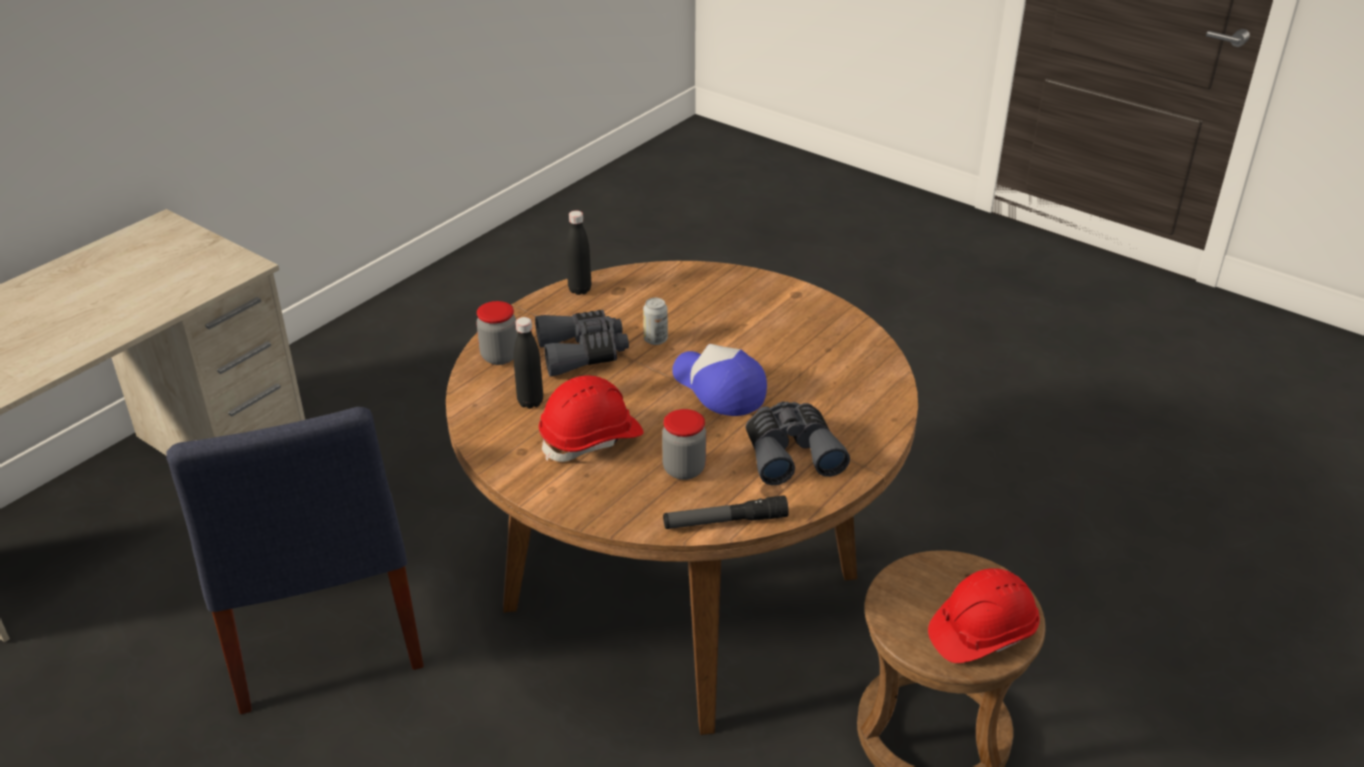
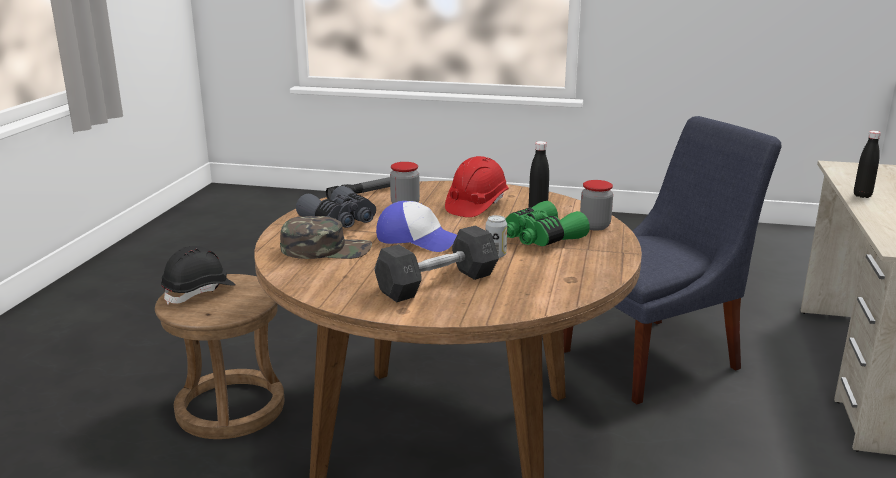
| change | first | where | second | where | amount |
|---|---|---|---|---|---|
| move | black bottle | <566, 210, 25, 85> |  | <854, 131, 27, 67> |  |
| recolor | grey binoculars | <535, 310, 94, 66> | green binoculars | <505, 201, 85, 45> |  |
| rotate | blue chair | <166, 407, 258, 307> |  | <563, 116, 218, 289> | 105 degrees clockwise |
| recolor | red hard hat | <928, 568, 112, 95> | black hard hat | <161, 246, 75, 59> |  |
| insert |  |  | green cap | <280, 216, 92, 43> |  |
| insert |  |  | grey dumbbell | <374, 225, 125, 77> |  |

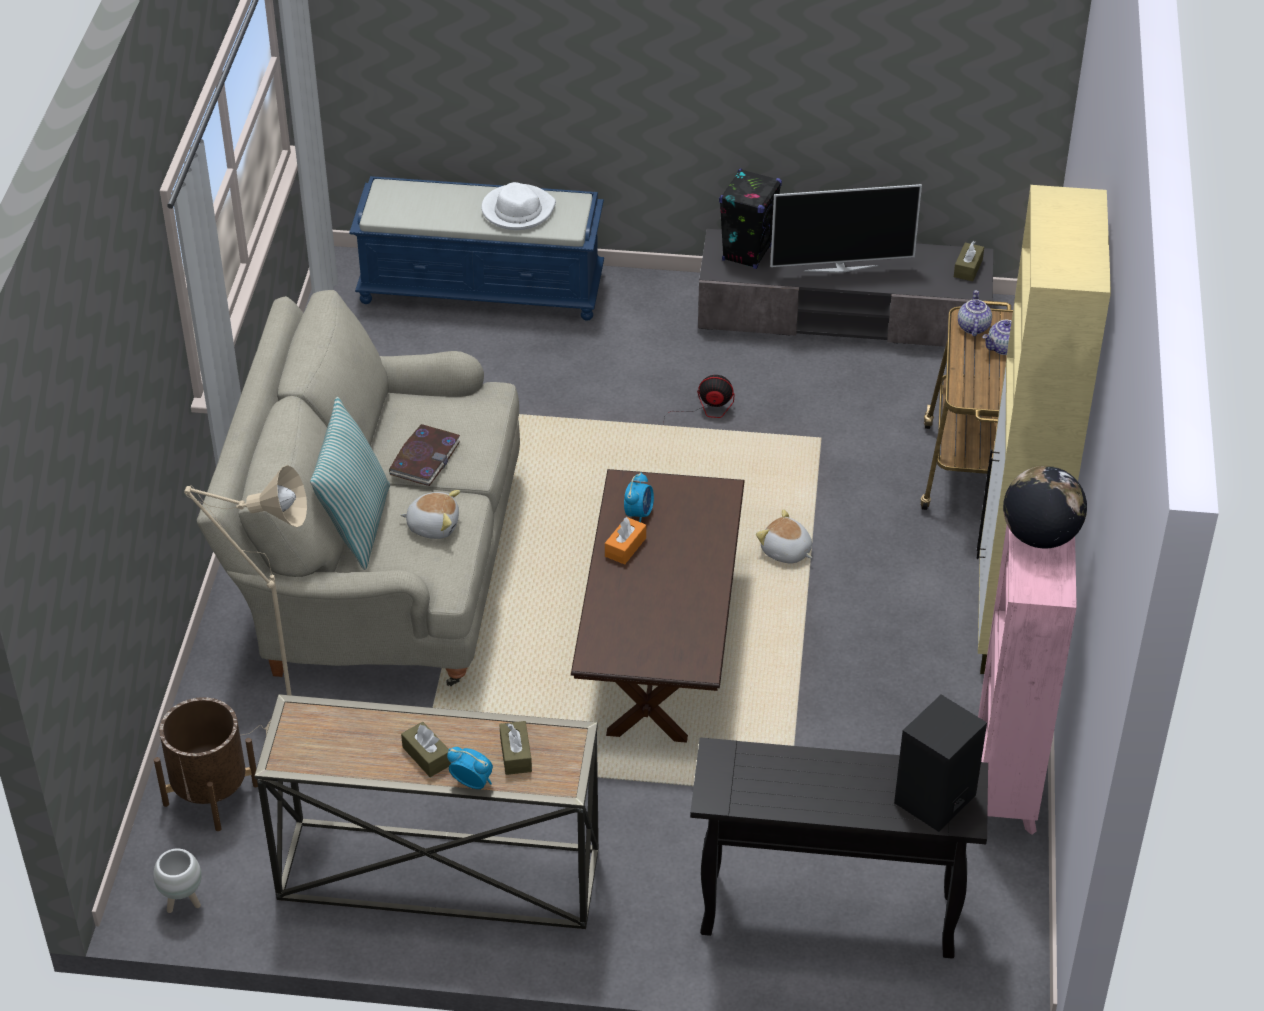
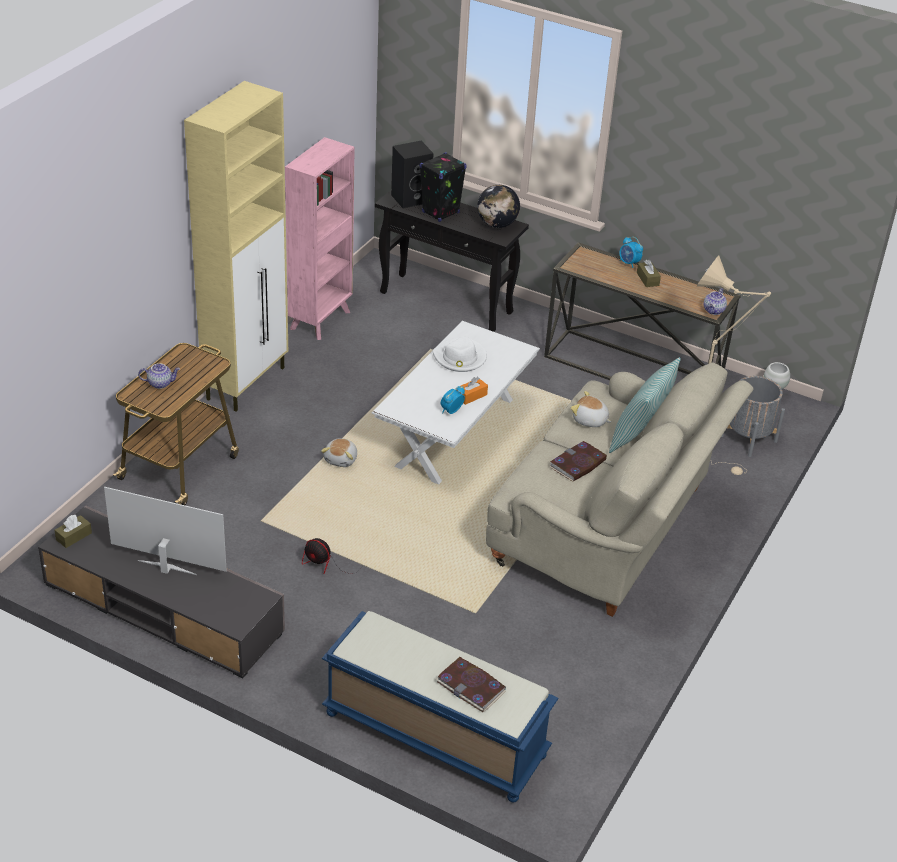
| change | first | where | second | where | amount |
|---|---|---|---|---|---|
| move | black speaker | <719, 168, 63, 101> |  | <419, 152, 48, 70> |  |
| move | white hat | <481, 182, 75, 48> |  | <432, 337, 55, 35> |  |
| move | teapot | <958, 290, 34, 46> |  | <704, 288, 23, 27> |  |
| move | globe | <1003, 466, 84, 83> |  | <477, 185, 43, 43> |  |
| recolor | brown coffee table | <571, 469, 174, 274> | white coffee table | <372, 321, 168, 163> |  |
| rotate | plush toy | <756, 509, 56, 55> |  | <321, 438, 36, 29> | 45 degrees clockwise |
| recolor | brown planter | <154, 697, 104, 134> | grey planter | <721, 376, 64, 81> |  |
| delete | brown tissue box | <499, 721, 33, 54> |  |  |  |
| insert |  |  | book | <436, 657, 70, 55> |  |

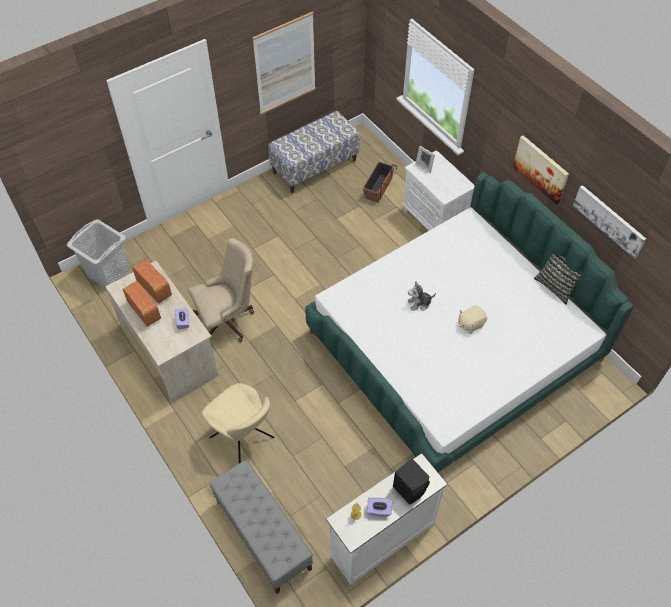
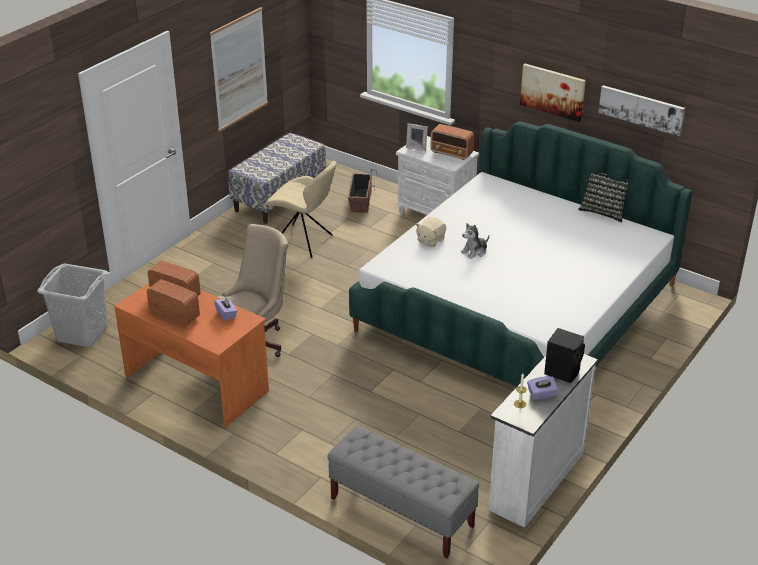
| change | first | where | second | where | amount |
|---|---|---|---|---|---|
| recolor | beige desk | <105, 261, 113, 142> | orange desk | <114, 283, 155, 144> |  |
| move | beige plush toy | <458, 305, 29, 29> |  | <416, 217, 30, 30> |  |
| move | beige chair | <202, 383, 73, 80> |  | <266, 161, 71, 97> |  |
| insert |  |  | radio | <430, 124, 44, 36> |  |

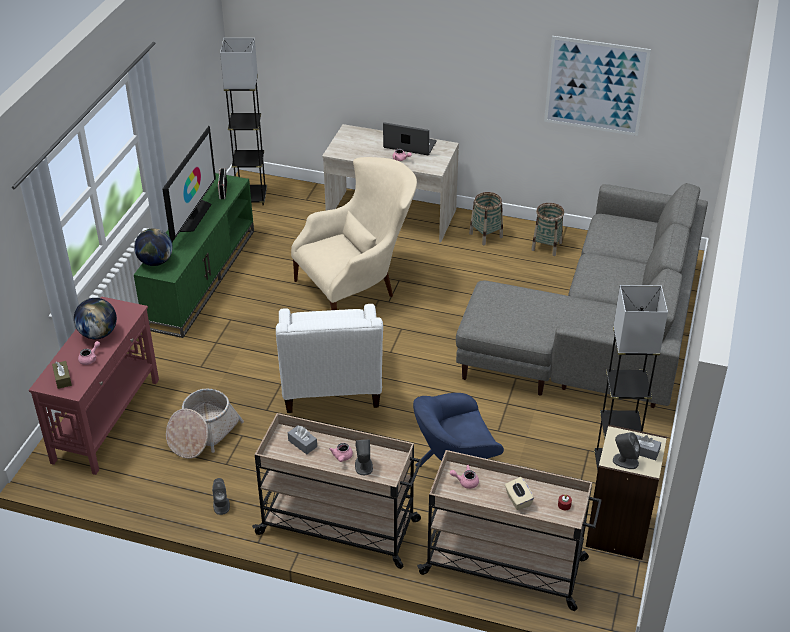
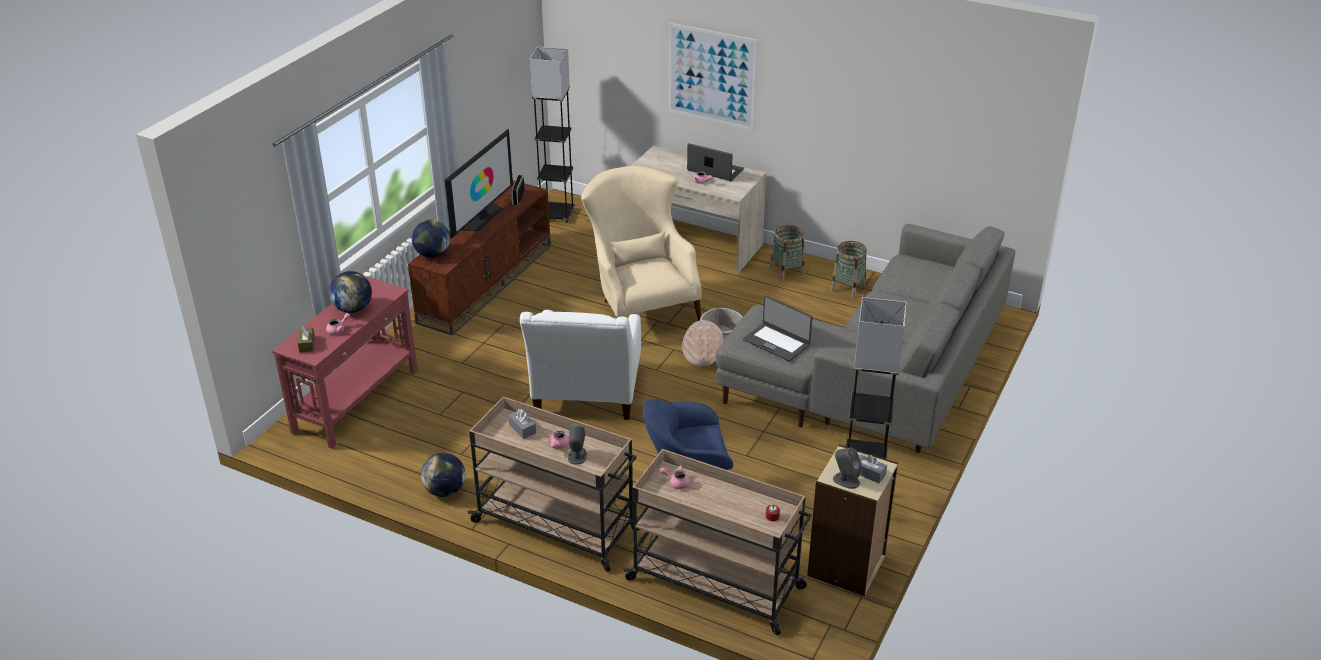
| change | first | where | second | where | amount |
|---|---|---|---|---|---|
| move | picture | <544, 36, 107, 100> |  | <668, 23, 90, 107> |  |
| rotate | beige armchair | <291, 157, 126, 153> |  | <581, 166, 121, 155> | 90 degrees counterclockwise |
| recolor | green tv stand | <134, 173, 120, 165> | brown tv stand | <408, 181, 143, 154> |  |
| move | basket | <166, 389, 78, 70> |  | <682, 308, 61, 59> |  |
| delete | beige tissue box | <505, 477, 29, 33> |  |  |  |
| replace | grey speaker | <212, 478, 18, 37> | globe | <421, 453, 44, 44> |  |
| insert |  |  | laptop | <743, 295, 70, 67> |  |

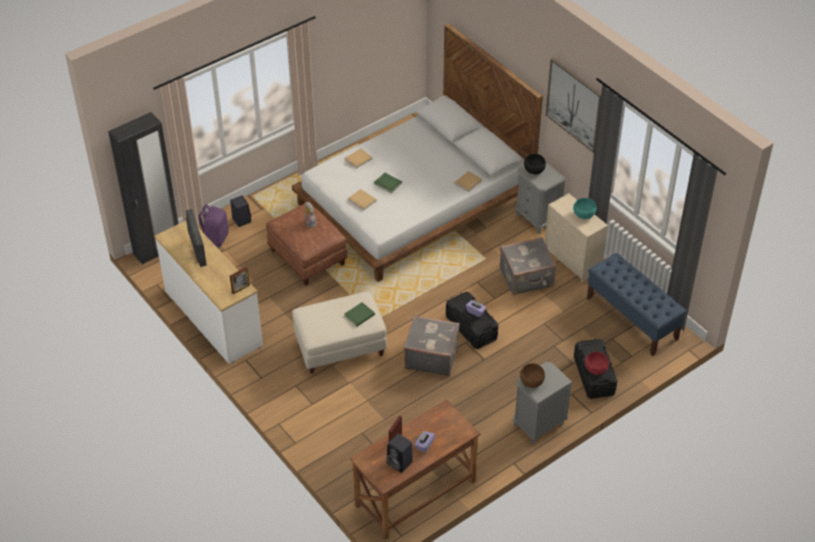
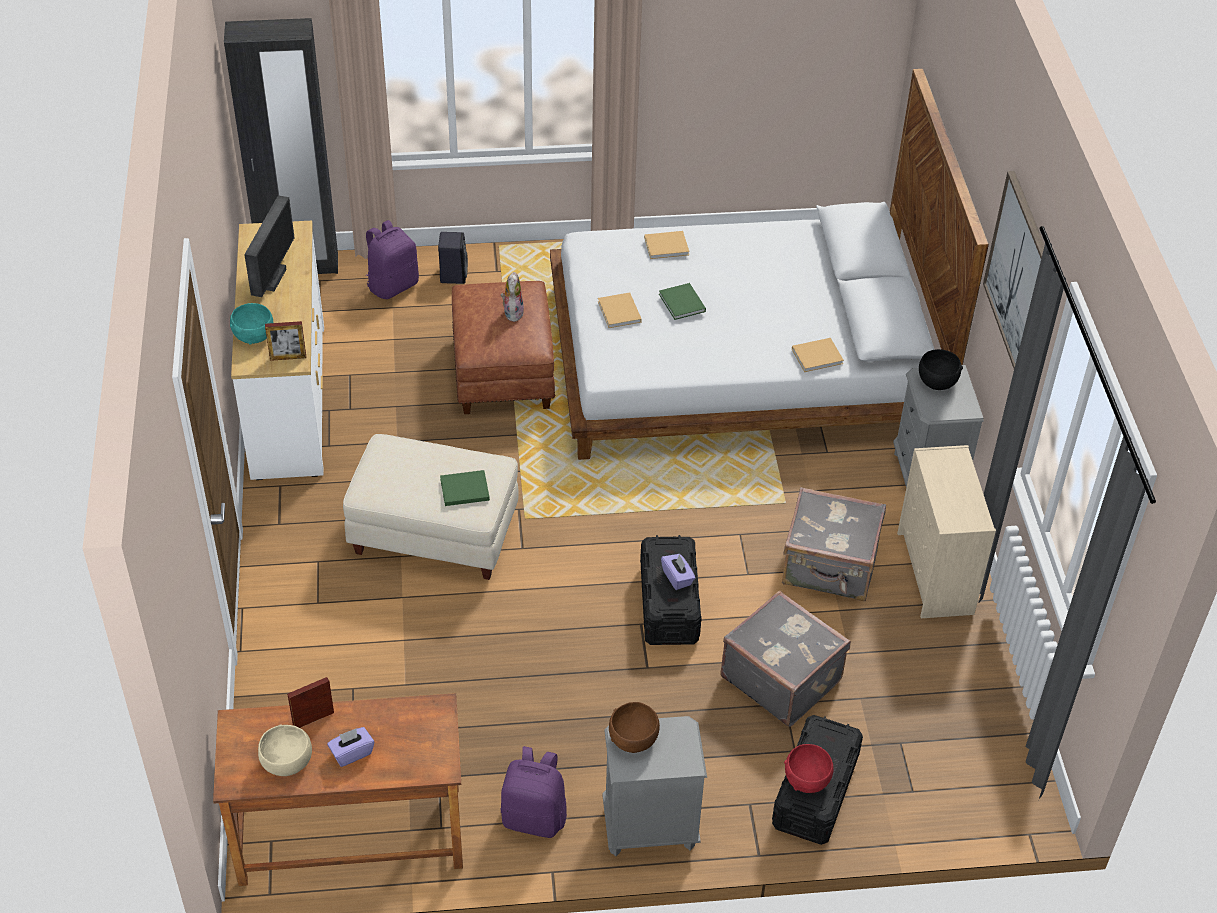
| change | first | where | second | where | amount |
|---|---|---|---|---|---|
| move | turquoise bowl | <573, 198, 24, 21> |  | <230, 303, 43, 41> |  |
| delete | blue bench | <587, 253, 100, 103> |  |  |  |
| move | grey suitcase | <404, 316, 56, 60> |  | <720, 591, 131, 136> |  |
| replace | black speaker | <386, 434, 27, 39> | beige bowl | <258, 725, 54, 51> |  |
| insert |  |  | purple backpack | <501, 746, 66, 92> |  |

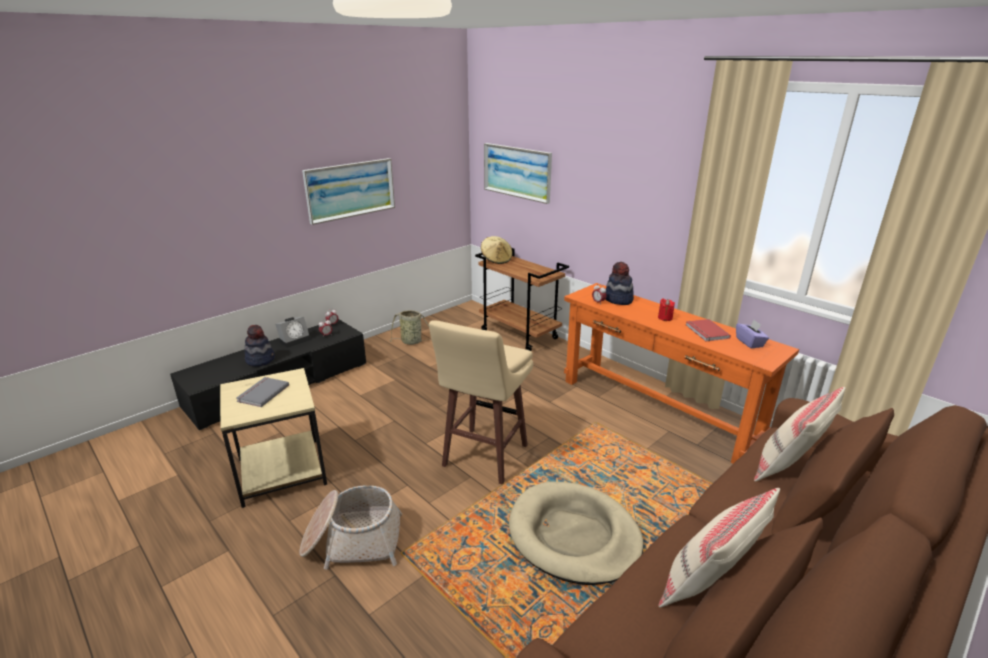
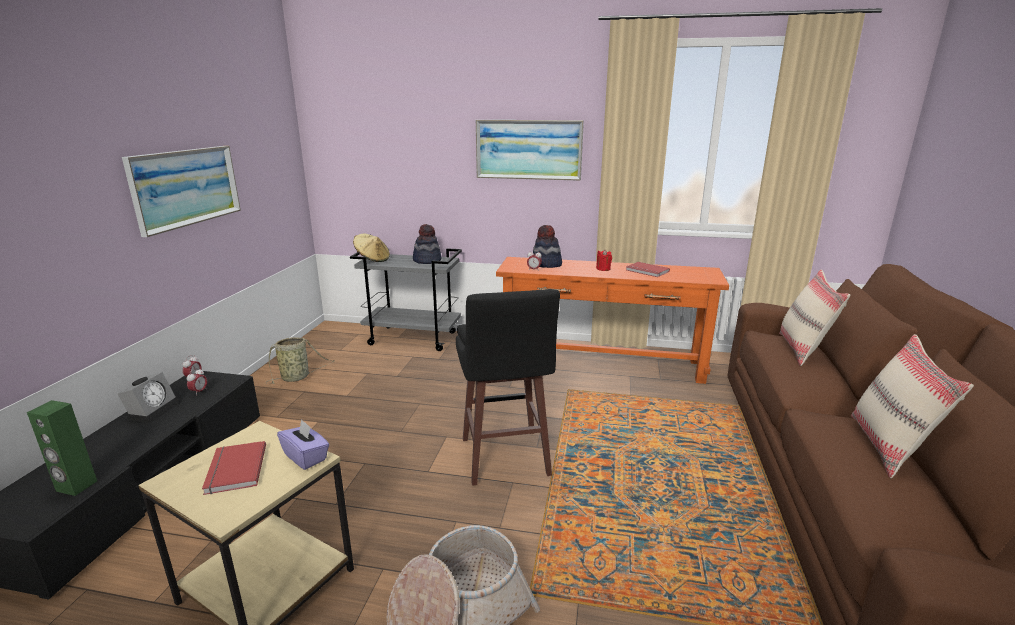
| change | first | where | second | where | amount |
|---|---|---|---|---|---|
| move | picture | <484, 143, 68, 61> |  | <476, 120, 108, 61> |  |
| recolor | brown cart | <475, 248, 94, 103> | grey cart | <350, 248, 112, 103> |  |
| recolor | beige stool | <429, 320, 104, 164> | black stool | <456, 289, 104, 197> |  |
| move | purple tissue box | <736, 320, 33, 28> |  | <277, 419, 52, 51> |  |
| move | hat | <244, 325, 31, 42> |  | <413, 224, 28, 40> |  |
| recolor | grey book | <237, 377, 52, 30> | red book | <202, 441, 64, 54> |  |
| delete | beige dog bed | <509, 482, 135, 103> |  |  |  |
| insert |  |  | green speaker | <27, 400, 70, 96> |  |

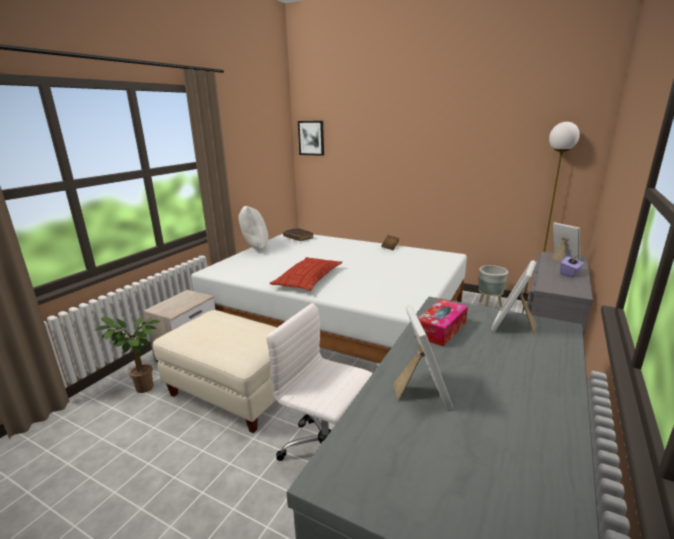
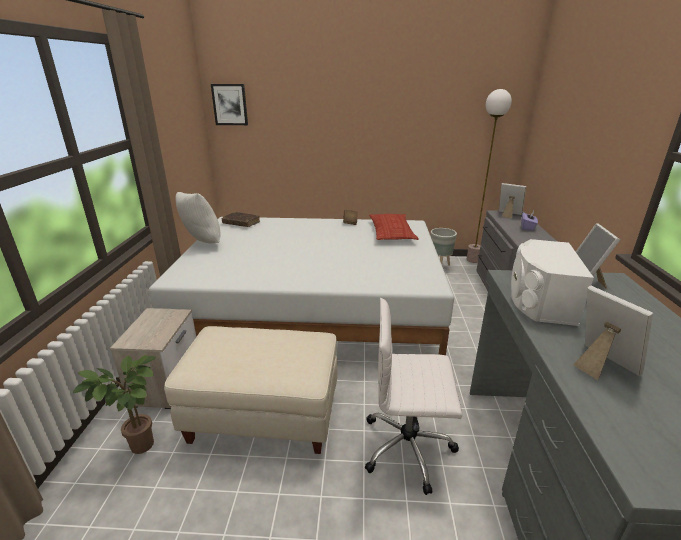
| change | first | where | second | where | amount |
|---|---|---|---|---|---|
| move | pillow | <270, 257, 72, 34> |  | <369, 214, 50, 26> |  |
| replace | tissue box | <415, 299, 53, 48> | white speaker | <511, 239, 83, 87> |  |

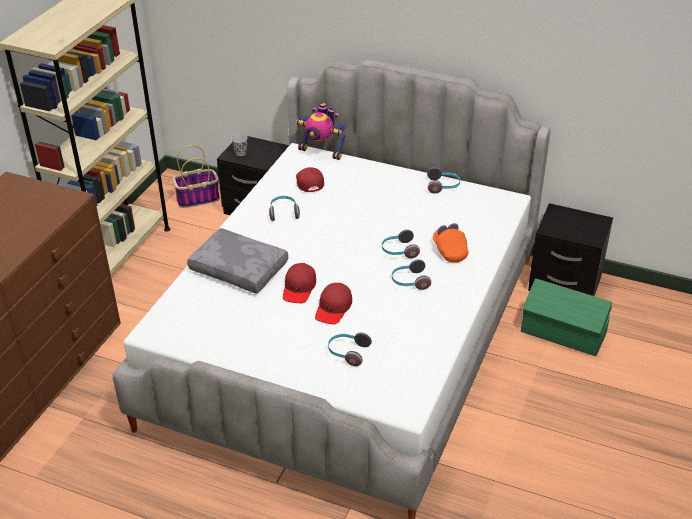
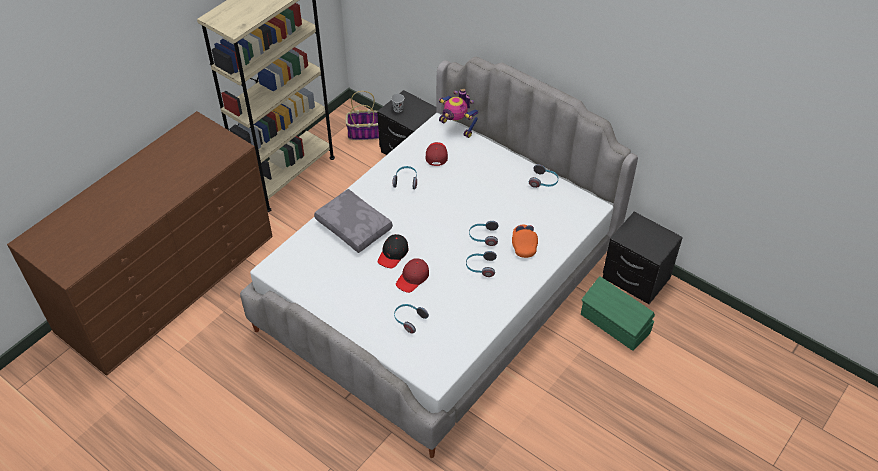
| change | first | where | second | where | amount |
|---|---|---|---|---|---|
| recolor | red cap | <283, 263, 33, 40> | black cap | <378, 234, 30, 35> |  |

